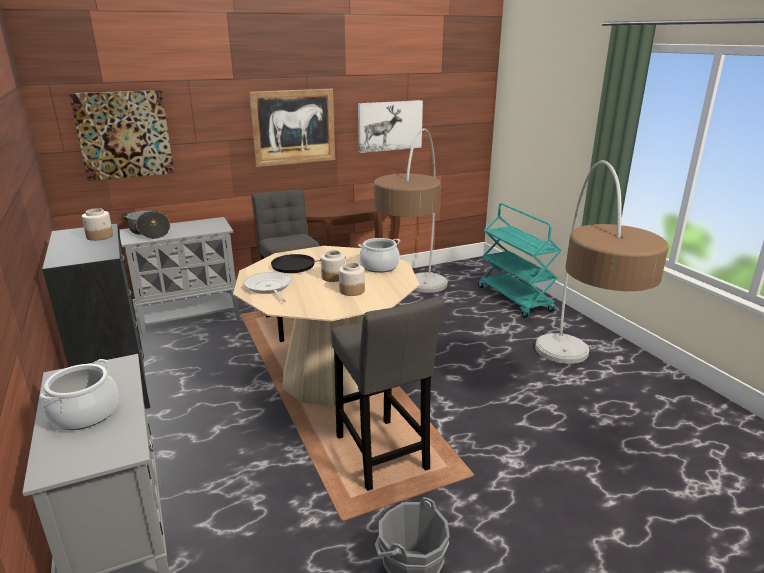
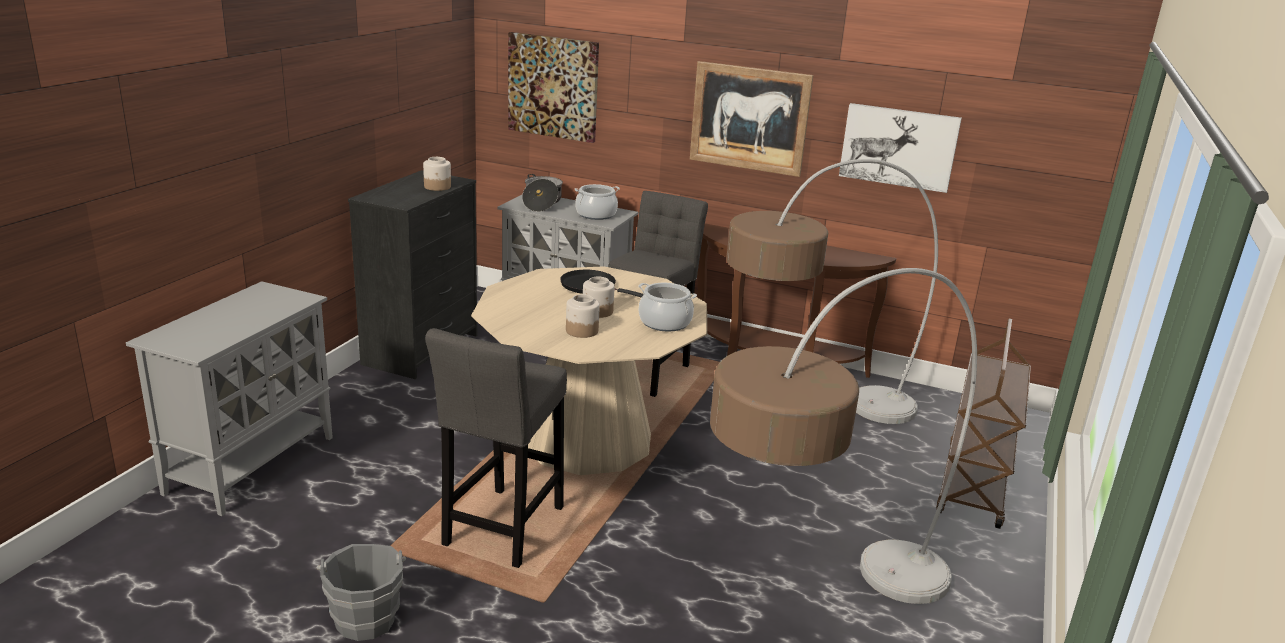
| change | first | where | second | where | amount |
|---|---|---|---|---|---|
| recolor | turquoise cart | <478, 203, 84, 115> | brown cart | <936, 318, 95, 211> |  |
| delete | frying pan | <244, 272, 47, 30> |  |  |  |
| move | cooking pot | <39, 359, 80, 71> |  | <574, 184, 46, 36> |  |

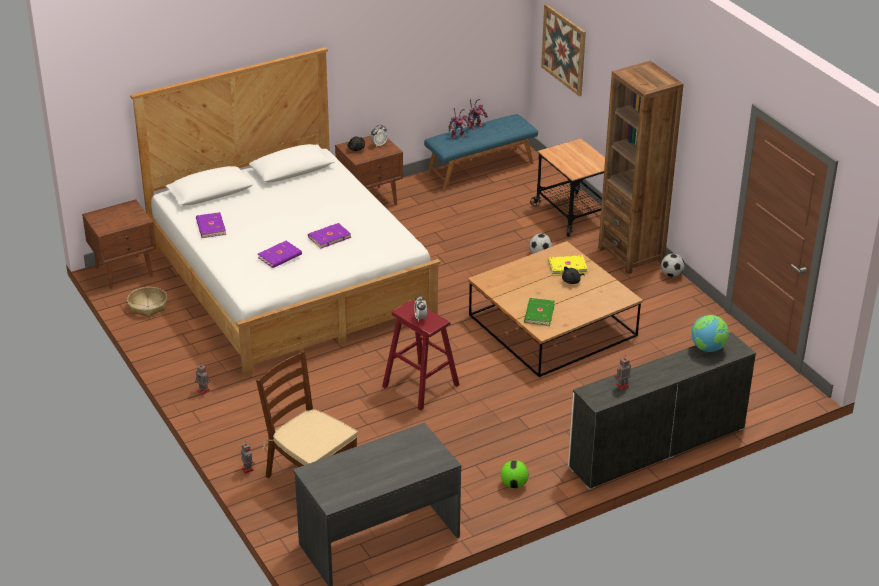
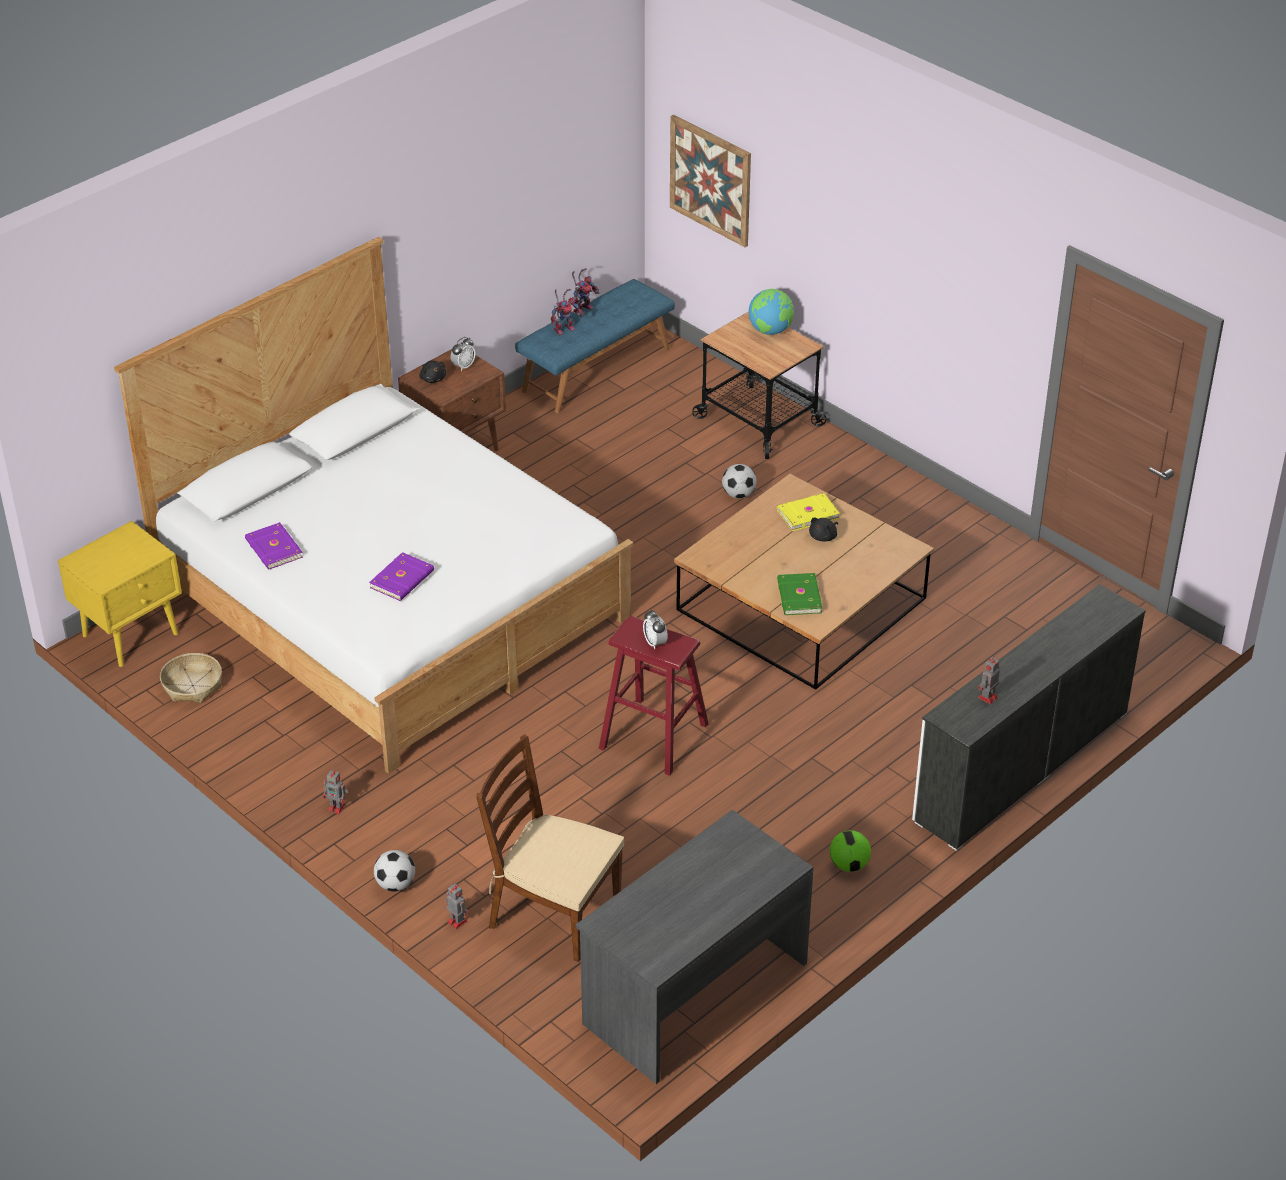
| change | first | where | second | where | amount |
|---|---|---|---|---|---|
| delete | brown bookcase | <598, 61, 86, 213> |  |  |  |
| recolor | brown nightstand | <82, 200, 74, 89> | yellow nightstand | <58, 521, 124, 146> |  |
| delete | purple book | <308, 223, 43, 26> |  |  |  |
| move | football | <661, 254, 24, 23> |  | <374, 850, 41, 42> |  |
| move | globe | <691, 315, 38, 37> |  | <749, 289, 45, 46> |  |

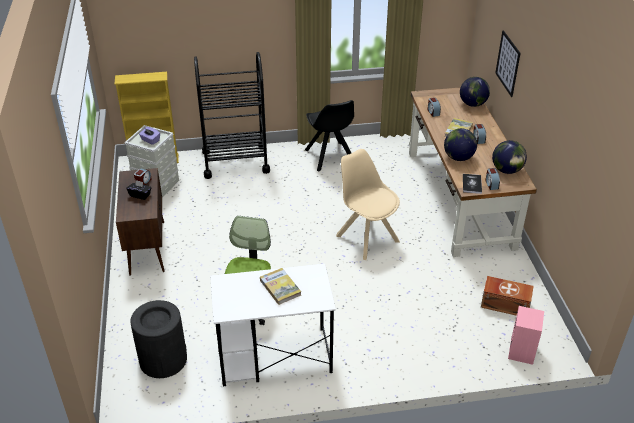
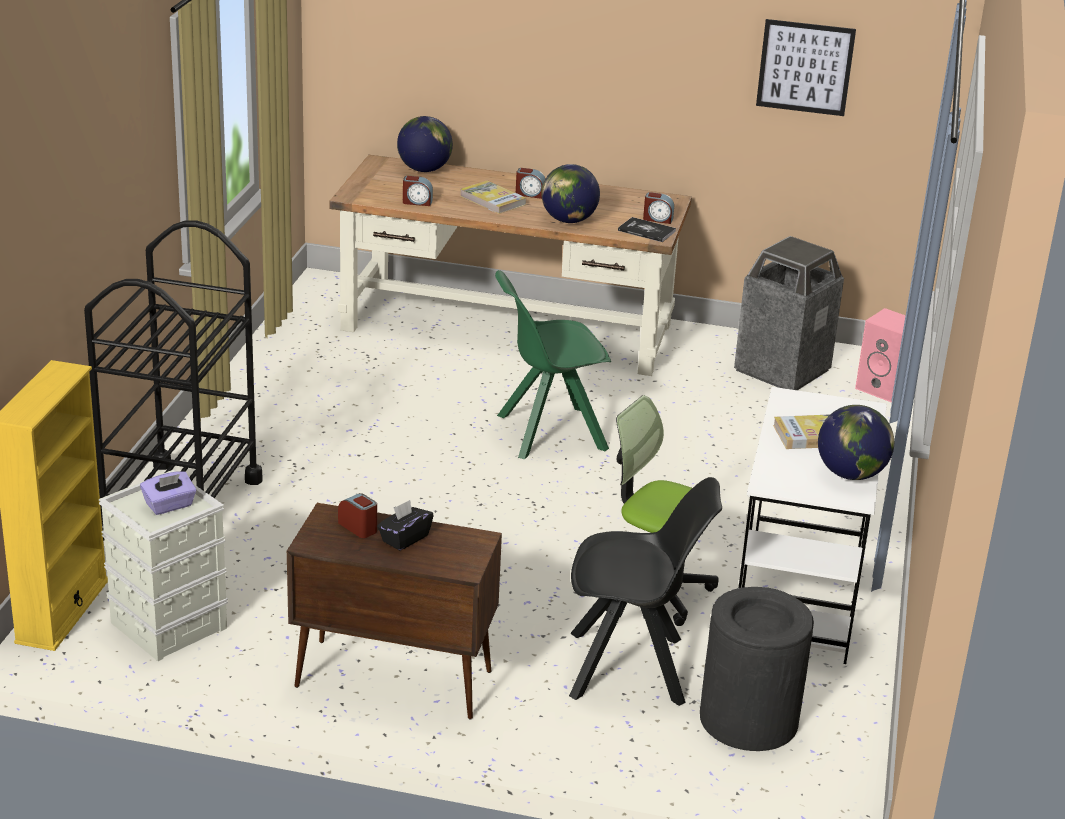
| change | first | where | second | where | amount |
|---|---|---|---|---|---|
| move | picture | <495, 30, 26, 67> |  | <756, 19, 100, 97> |  |
| move | black chair | <305, 100, 49, 72> |  | <569, 477, 153, 229> |  |
| move | globe | <492, 140, 35, 34> |  | <818, 405, 76, 75> |  |
| recolor | beige chair | <336, 149, 64, 111> | green chair | <495, 270, 116, 190> |  |
| replace | brown storage box | <481, 276, 53, 40> | trash can | <734, 236, 110, 154> |  |

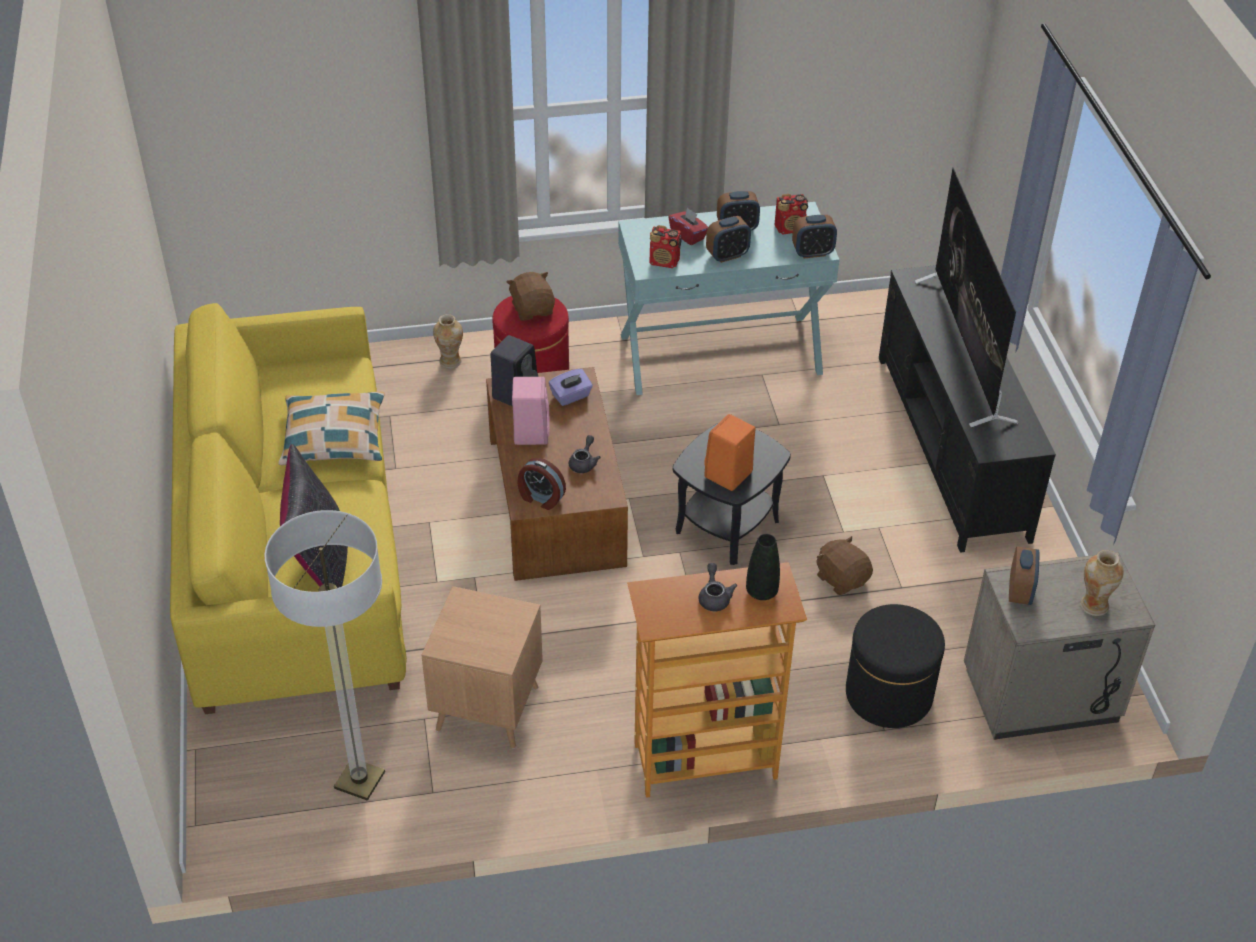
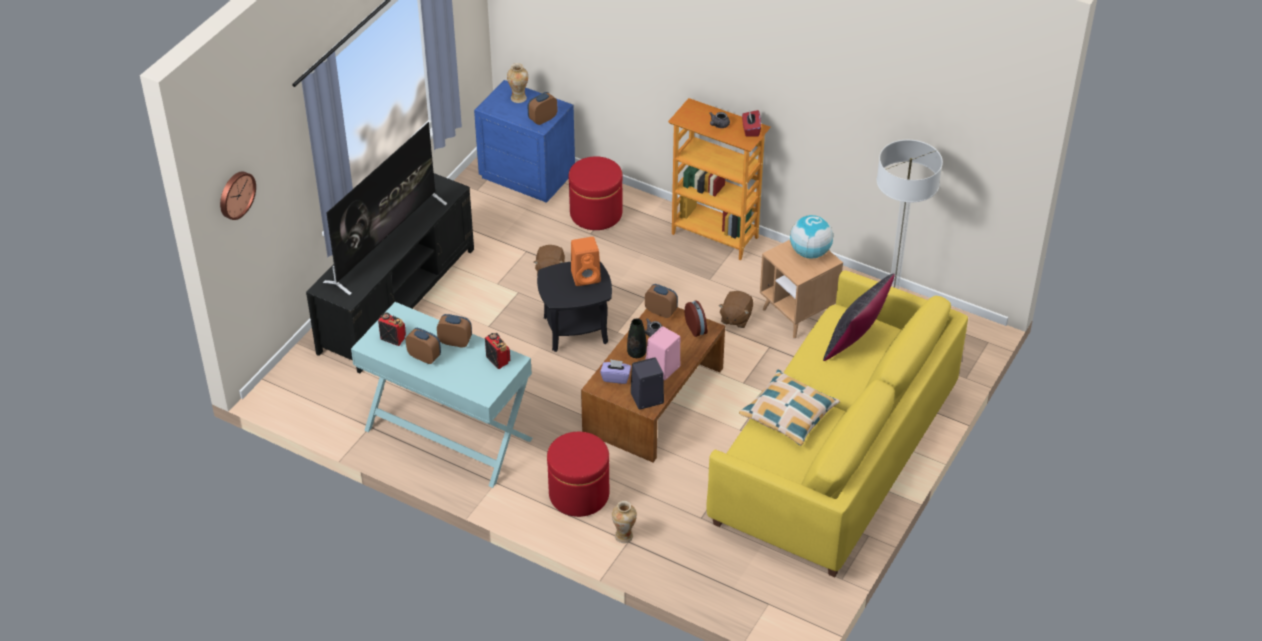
| change | first | where | second | where | amount |
|---|---|---|---|---|---|
| move | red tissue box | <668, 207, 40, 38> |  | <742, 110, 19, 27> |  |
| move | alarm clock | <792, 215, 45, 43> |  | <645, 284, 33, 34> |  |
| move | brown plush toy | <507, 272, 48, 48> |  | <718, 291, 35, 37> |  |
| move | black vase | <746, 534, 34, 66> |  | <627, 318, 20, 40> |  |
| recolor | beige nightstand | <964, 552, 191, 188> | blue nightstand | <474, 80, 101, 123> |  |
| recolor | black ottoman | <846, 604, 99, 124> | red ottoman | <569, 156, 54, 74> |  |
| insert |  |  | wall clock | <220, 171, 36, 49> |  |
| insert |  |  | globe | <790, 215, 43, 44> |  |

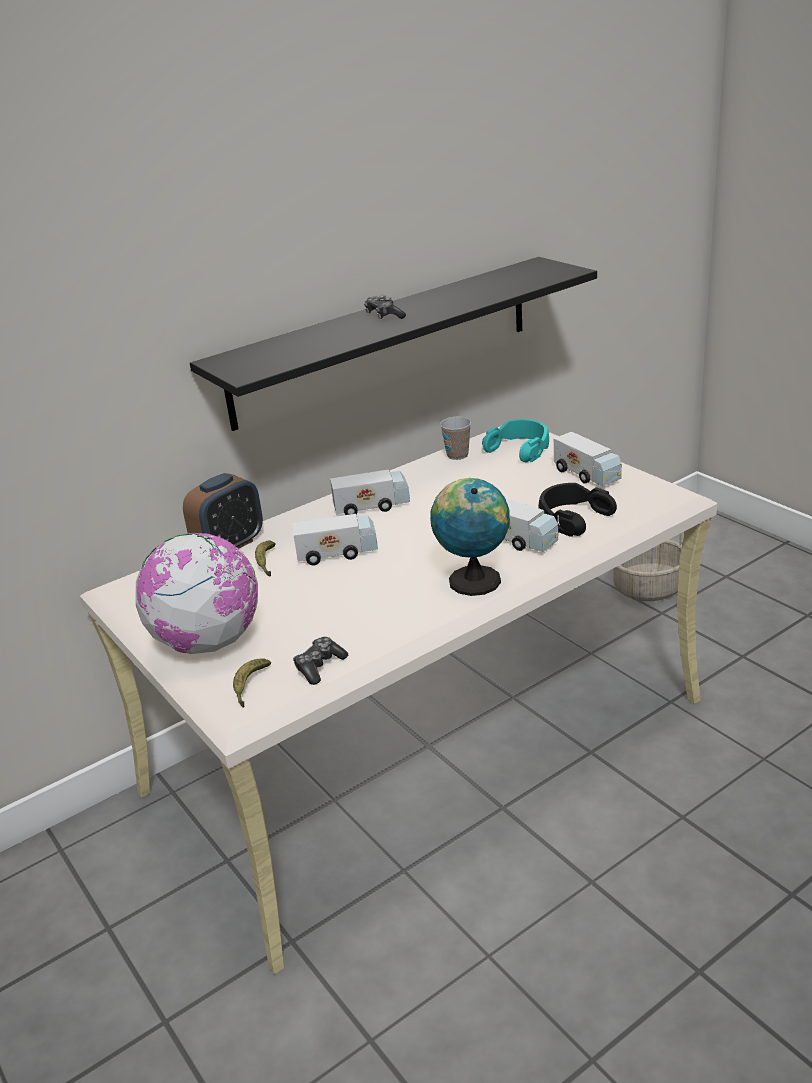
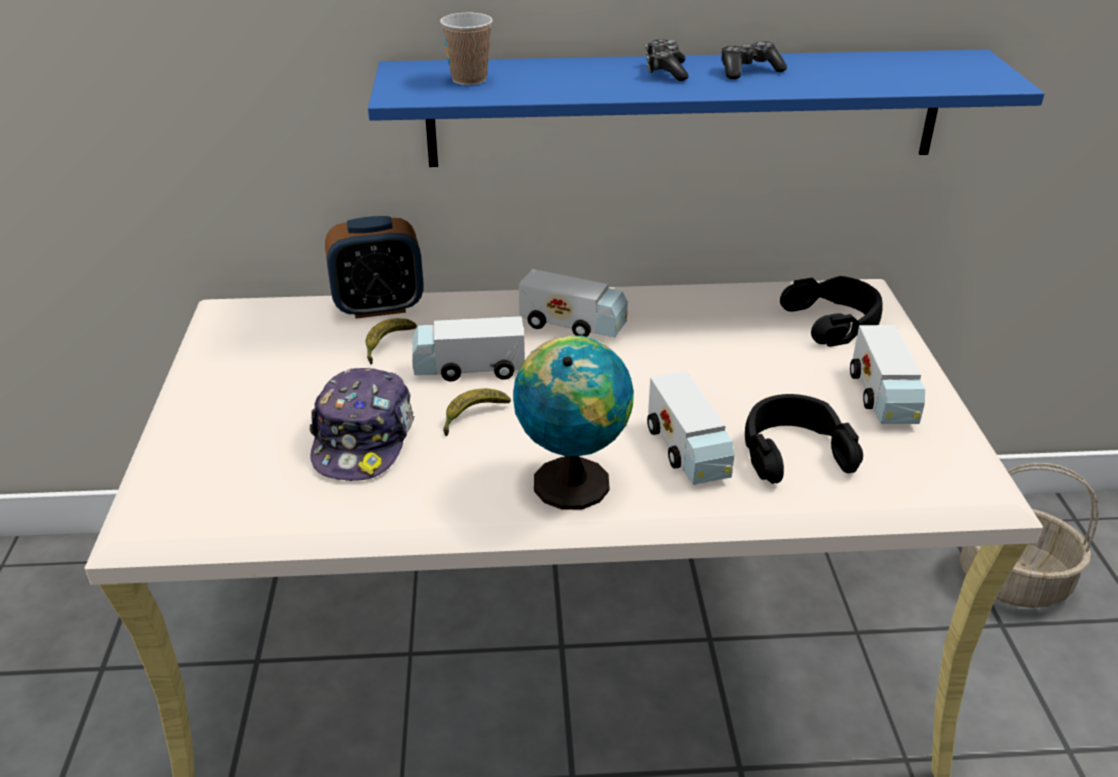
| change | first | where | second | where | amount |
|---|---|---|---|---|---|
| recolor | black shelf | <190, 257, 407, 174> | blue shelf | <368, 49, 677, 118> |  |
| move | cup | <440, 417, 31, 43> |  | <440, 13, 53, 72> |  |
| recolor | turquoise headphones | <482, 419, 67, 43> | black headphones | <780, 276, 103, 71> |  |
| rotate | toy truck | <292, 514, 86, 52> |  | <412, 316, 113, 66> | 150 degrees clockwise |
| delete | globe | <136, 533, 122, 121> |  |  |  |
| move | game controller | <293, 637, 55, 48> |  | <722, 41, 65, 38> |  |
| move | banana | <233, 658, 38, 49> |  | <443, 389, 68, 47> |  |
| insert |  |  | cap | <309, 368, 105, 113> |  |

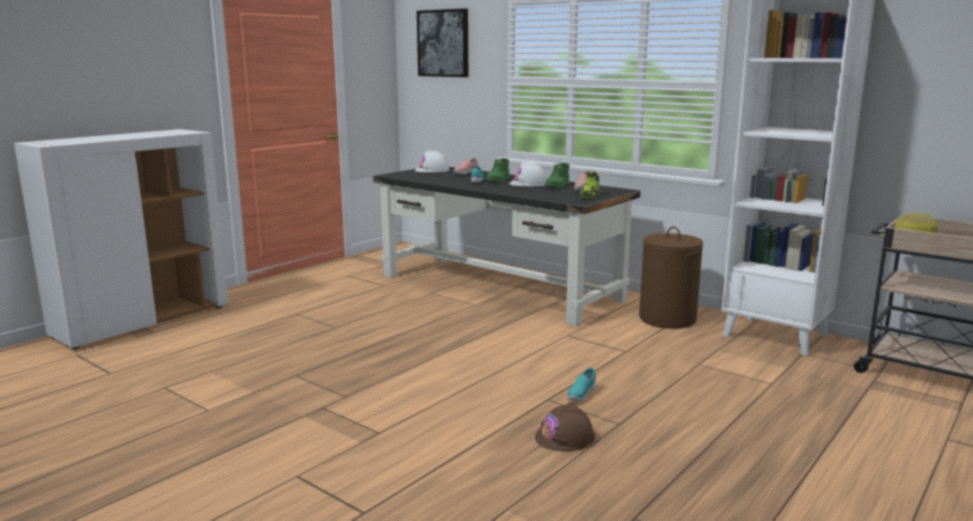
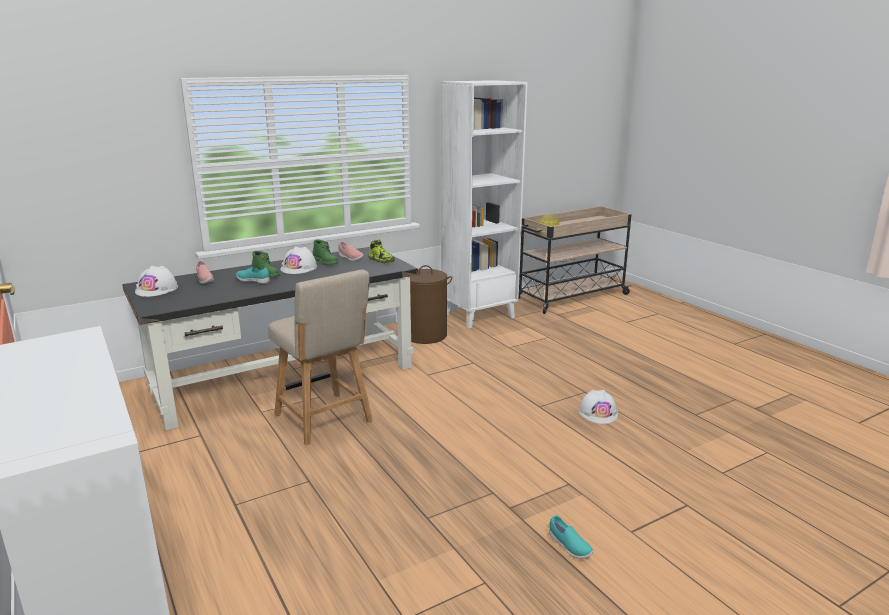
| change | first | where | second | where | amount |
|---|---|---|---|---|---|
| delete | picture | <417, 9, 51, 68> |  |  |  |
| move | turquoise shoe | <567, 368, 29, 33> |  | <549, 515, 44, 44> |  |
| recolor | brown hard hat | <535, 402, 60, 49> | white hard hat | <579, 390, 39, 34> |  |
| insert |  |  | beige chair | <268, 270, 105, 176> |  |

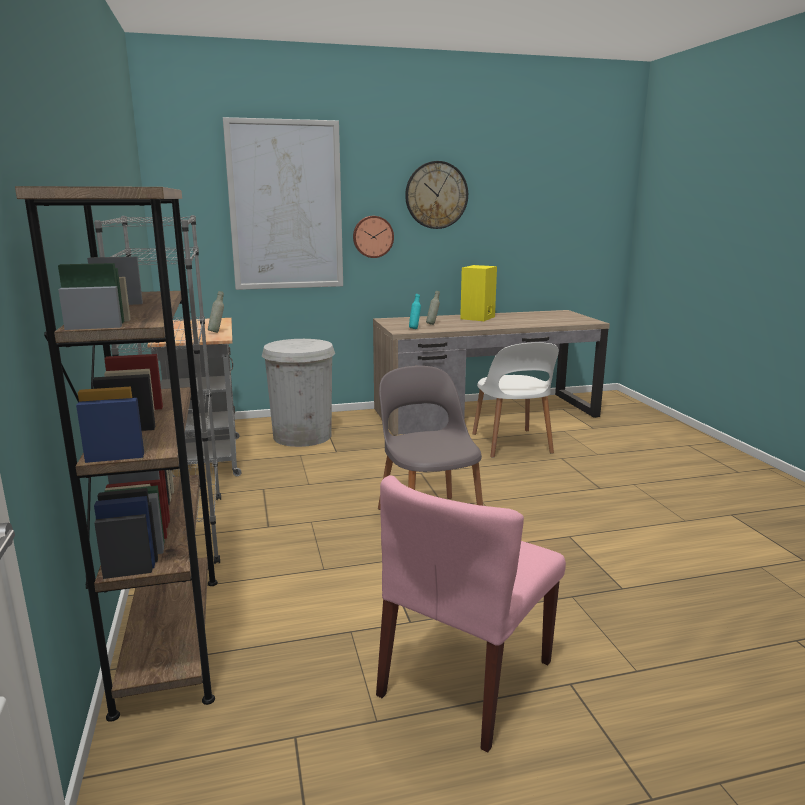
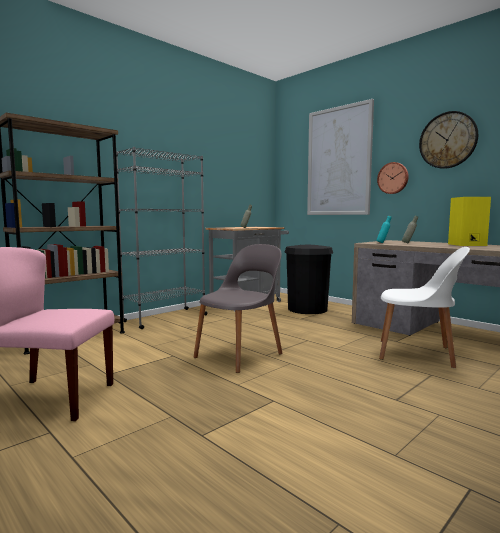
| change | first | where | second | where | amount |
|---|---|---|---|---|---|
| recolor | white trash can | <262, 339, 73, 108> | black trash can | <285, 245, 48, 69> |  |
| rotate | white chair | <472, 342, 87, 116> |  | <379, 247, 91, 121> | 120 degrees counterclockwise |

